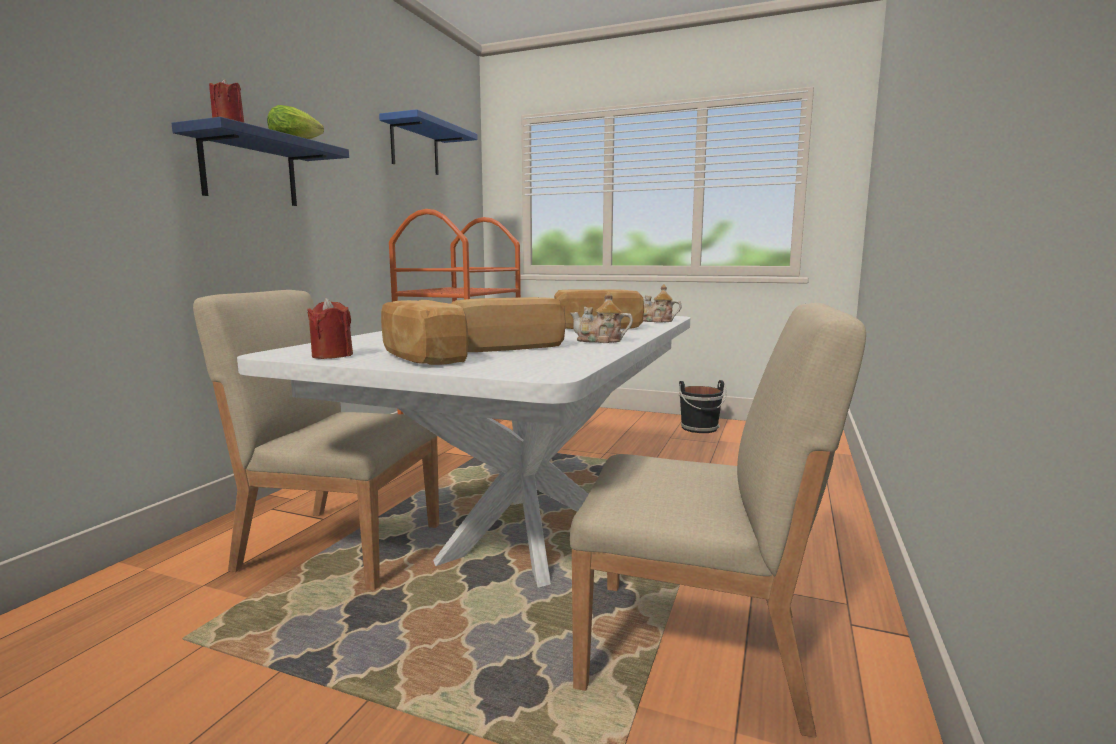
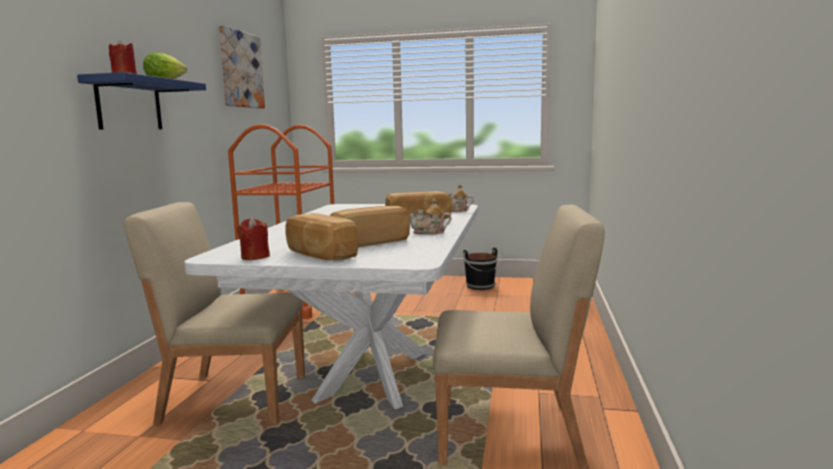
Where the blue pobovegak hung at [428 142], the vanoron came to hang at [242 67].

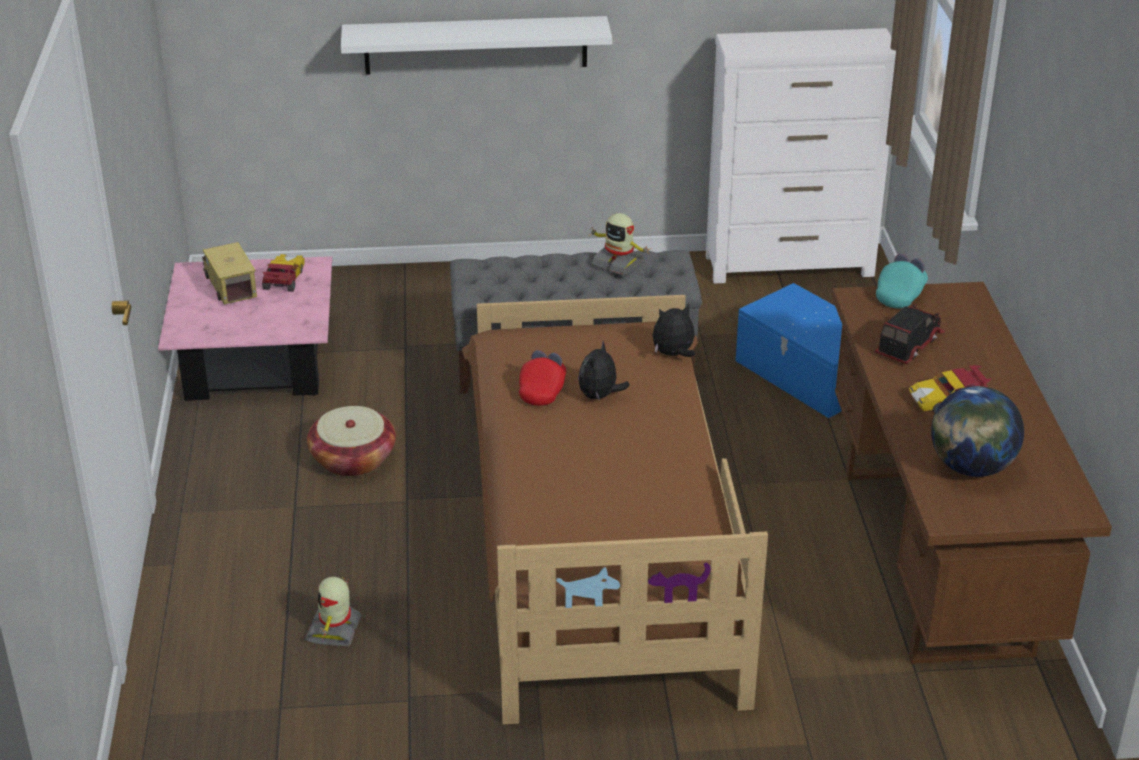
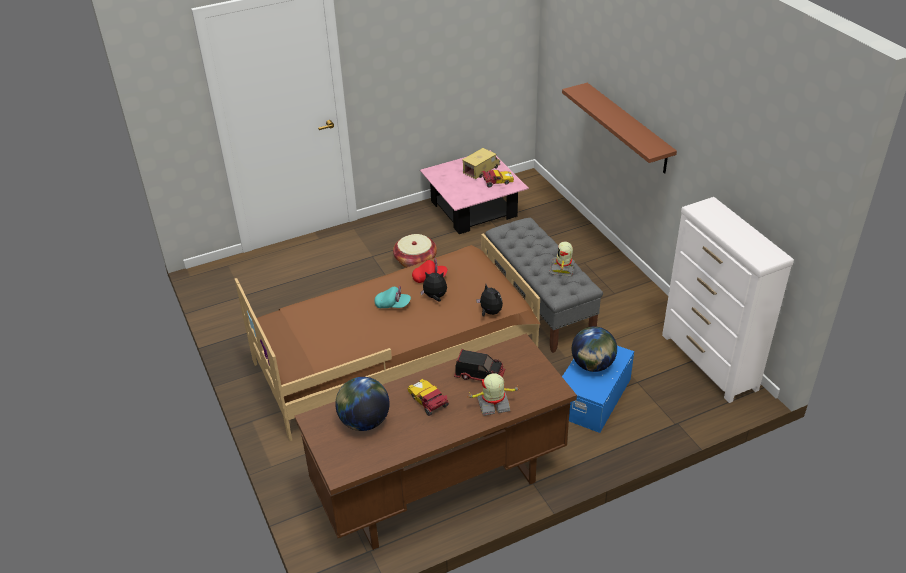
The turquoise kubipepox ended up elsewhere, having gone from [902 281] to [393 297].
The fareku ended up elsewhere, having gone from [333 611] to [494 394].
What was the white pobovegak at [476 45] turned into the brown pobovegak at [619 128].
The second view gained the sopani at [594 349].

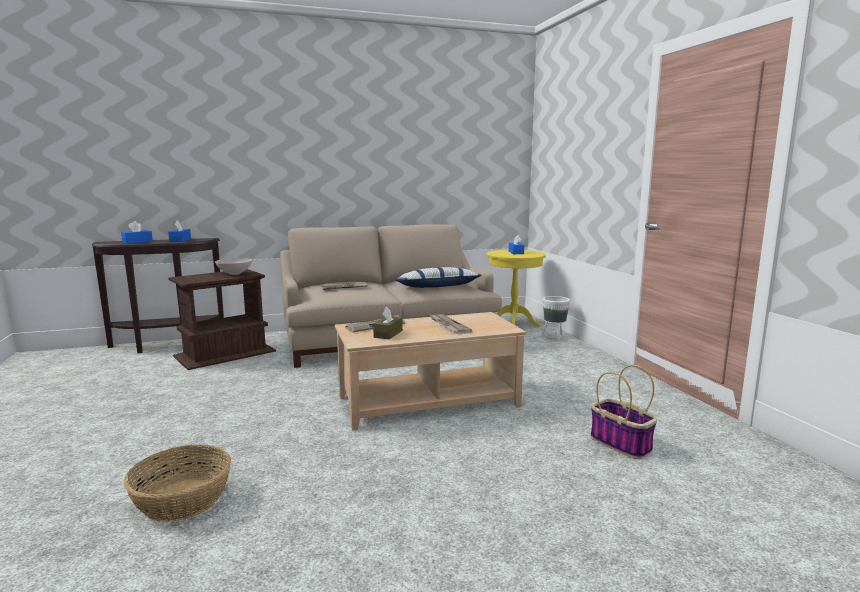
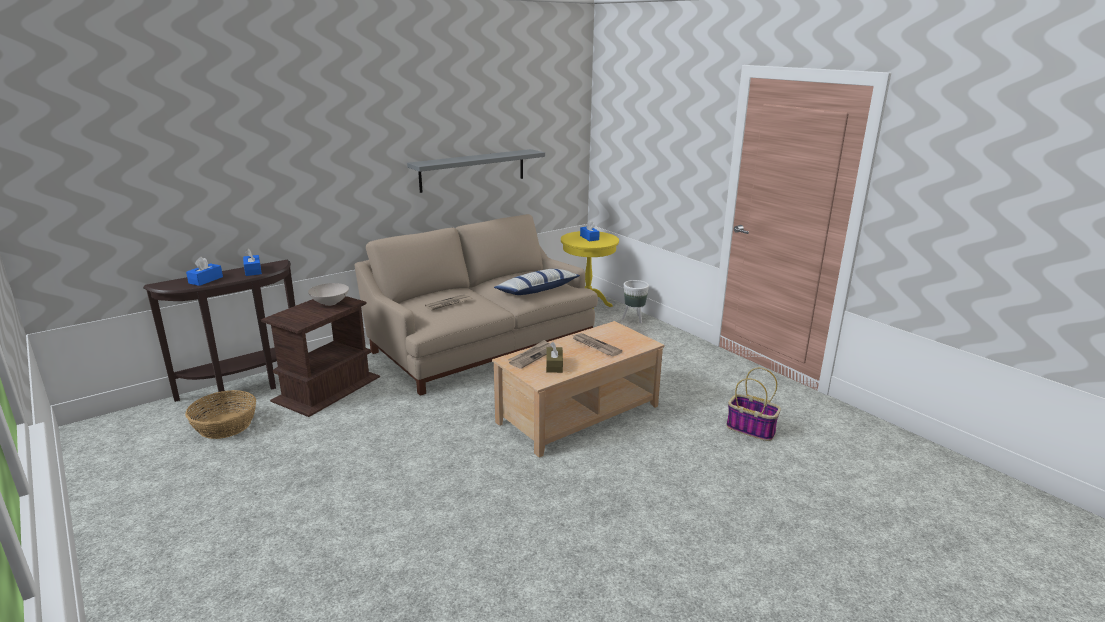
The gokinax ended up elsewhere, having gone from [177 483] to [220 414].
The second view gained the grey pobovegak at [476 171].

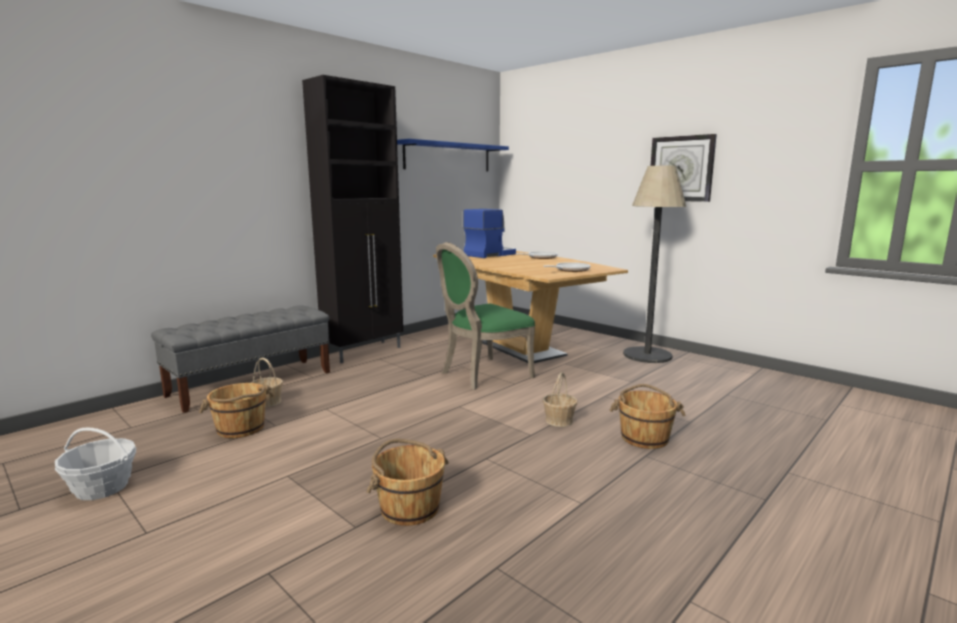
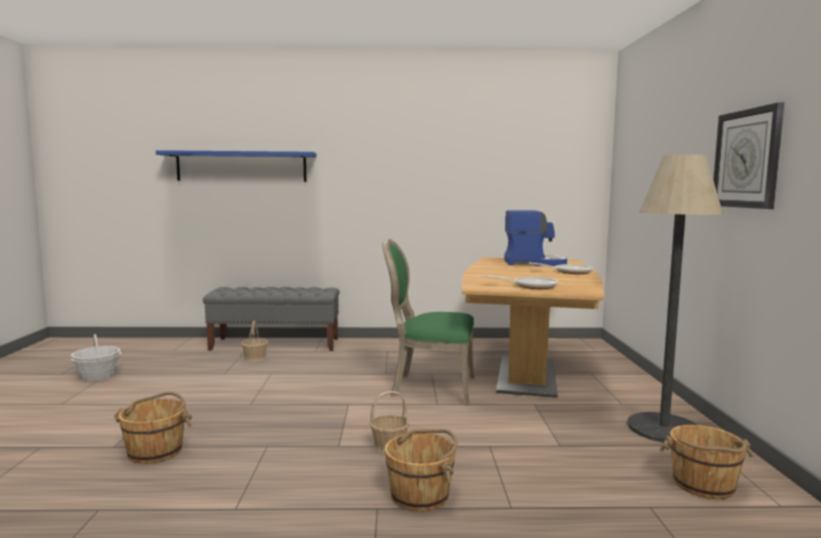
The blue pobovegak ended up elsewhere, having gone from [453 155] to [236 166].
The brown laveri ended up elsewhere, having gone from [236 410] to [706 462].
The second view lost the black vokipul at [352 219].

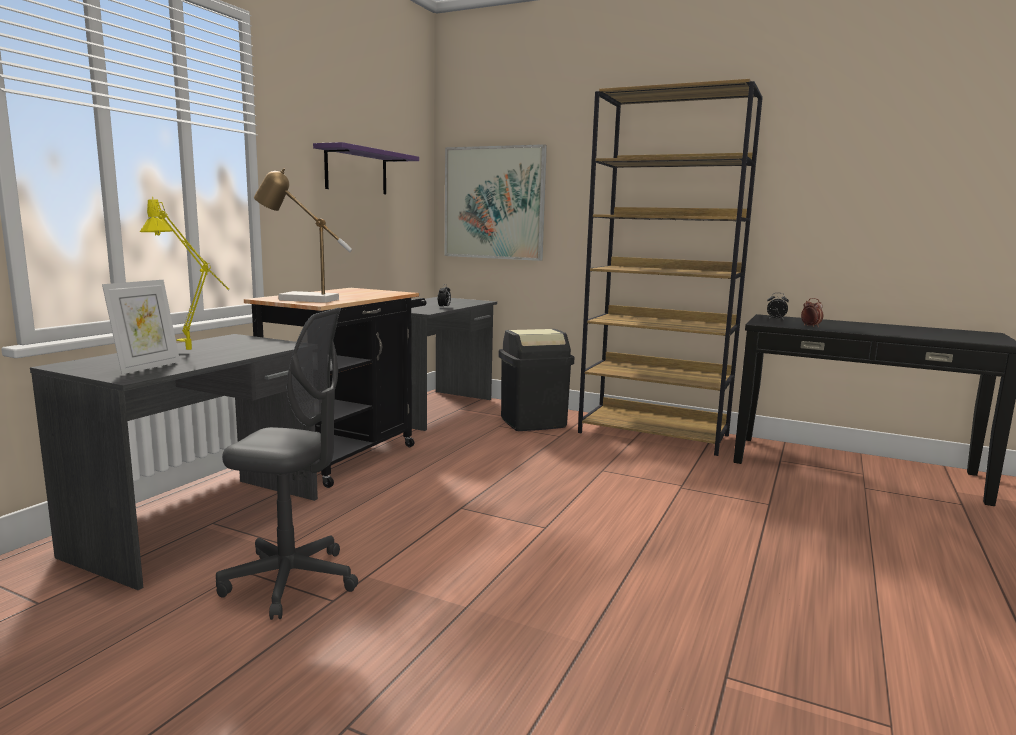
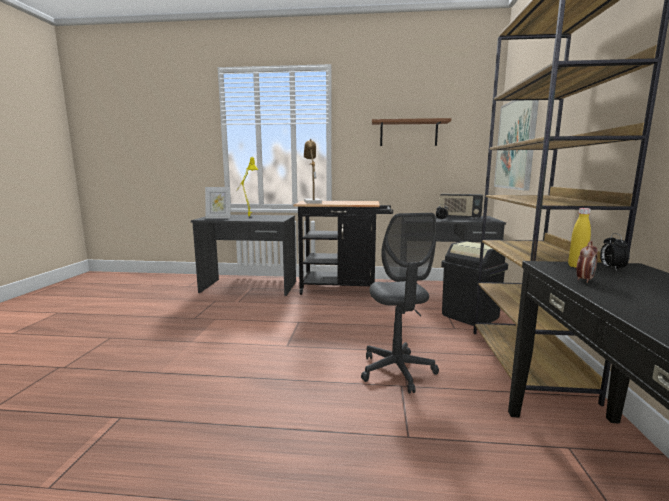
The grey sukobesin ended up elsewhere, having gone from [287 464] to [400 303].
What was the purple pobovegak at [366 168] turned into the brown pobovegak at [411 132].
The second view gained the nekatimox at [461 205].
The second view gained the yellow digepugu at [579 238].

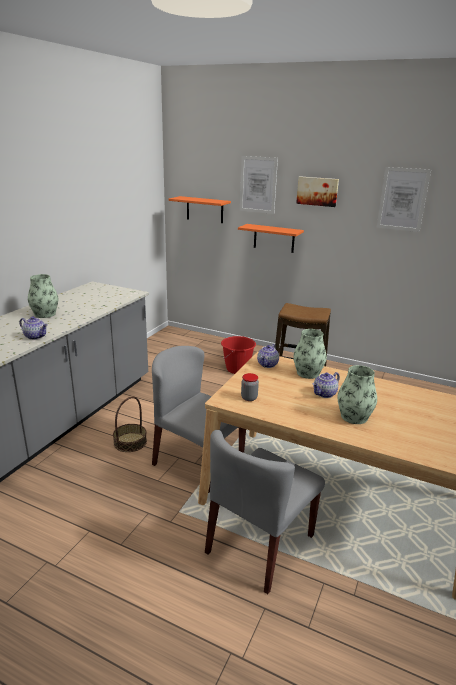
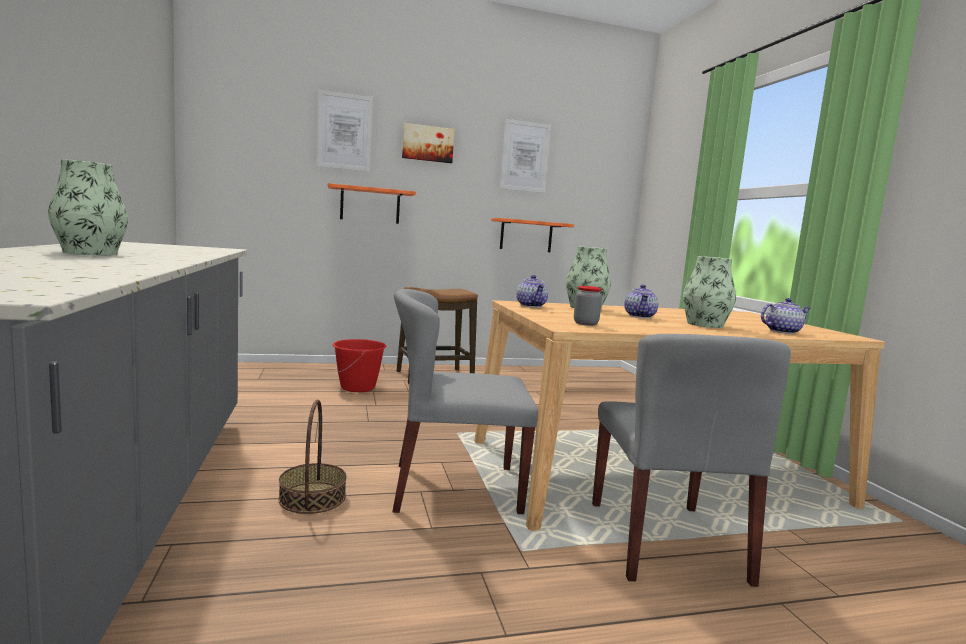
The orange pobovegak ended up elsewhere, having gone from [200 209] to [532 235].
The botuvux ended up elsewhere, having gone from [33 328] to [786 316].

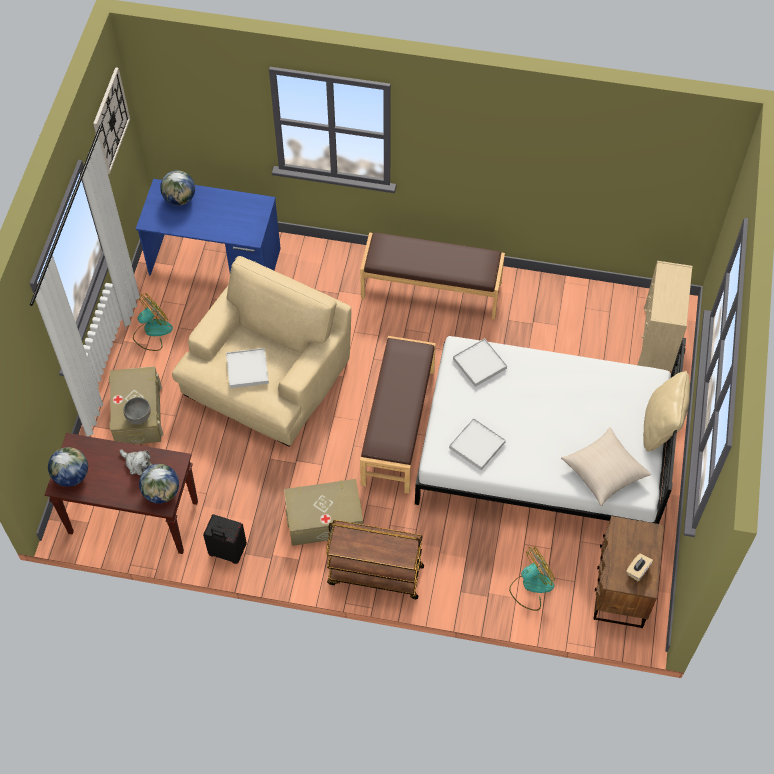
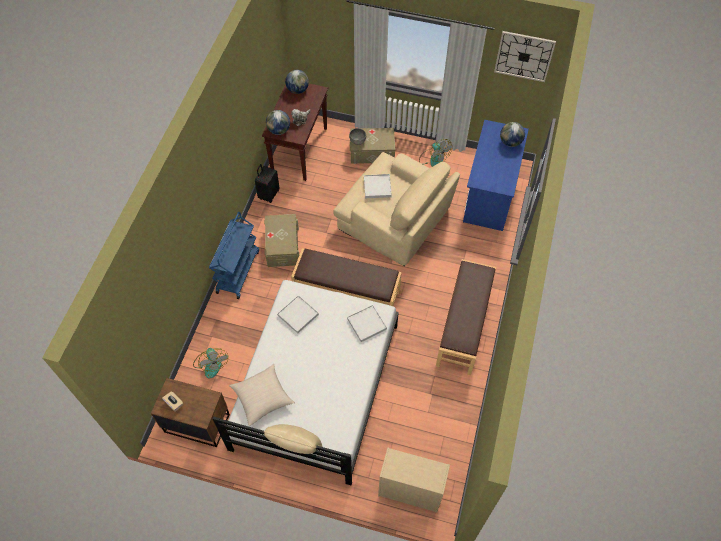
What was the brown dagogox at [375 559] turned into the blue dagogox at [234 255].

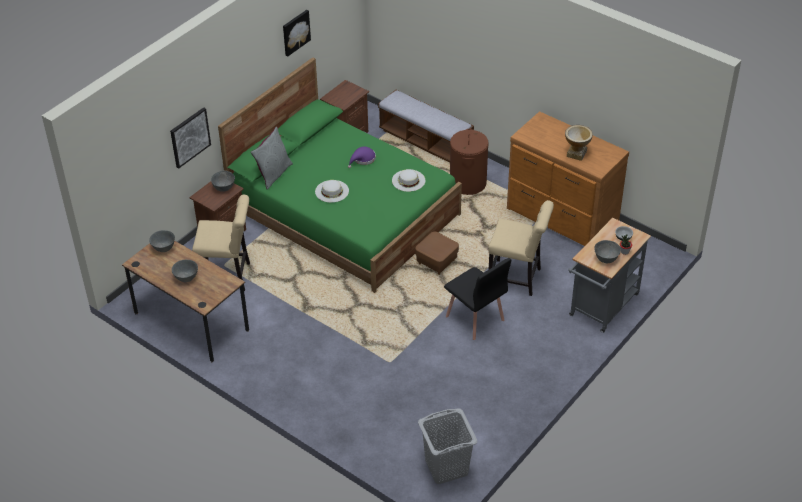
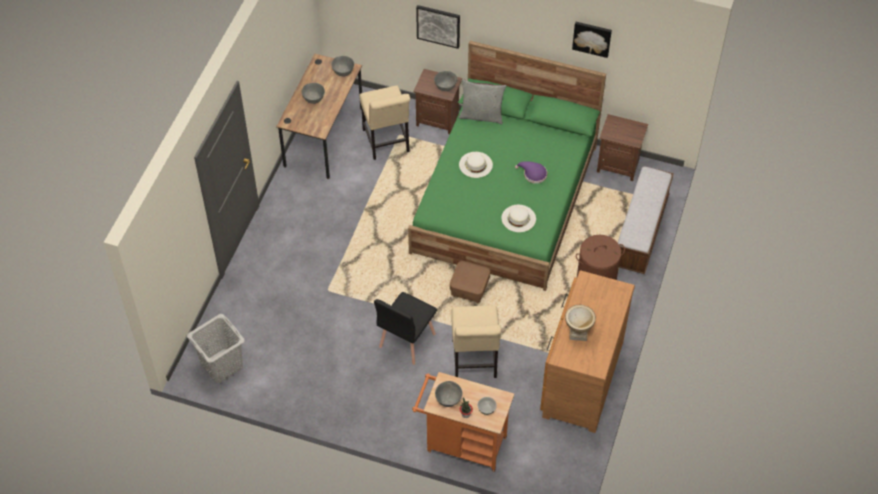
What was the grey dagogox at [609 275] turned into the orange dagogox at [463 422].

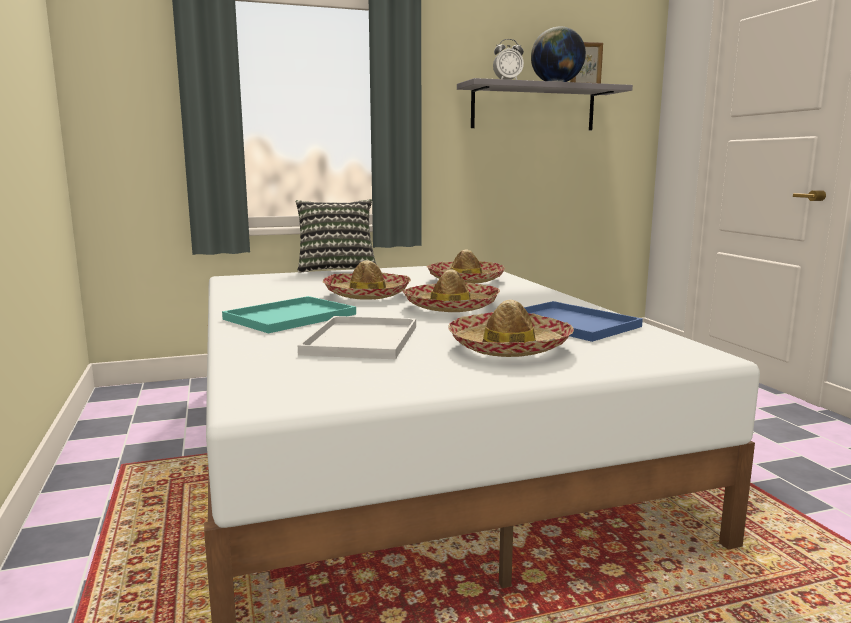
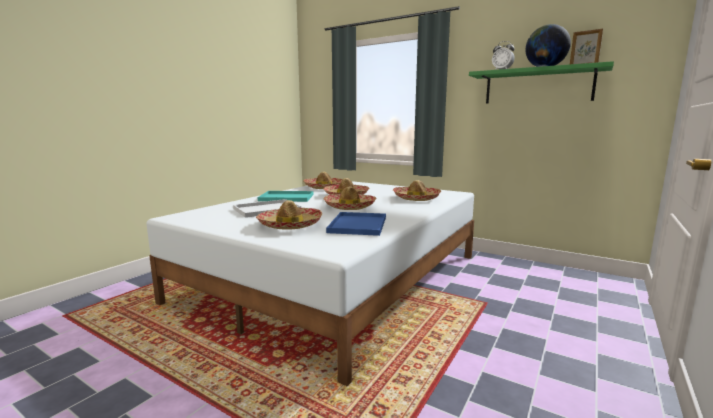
The second view gained the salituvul at [323 180].
What was the grey pobovegak at [545 104] turned into the green pobovegak at [541 82].
The second view lost the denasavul at [336 236].

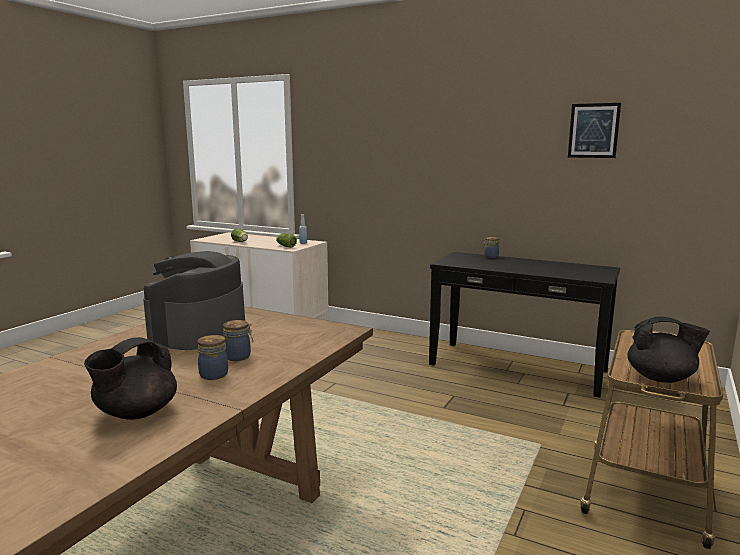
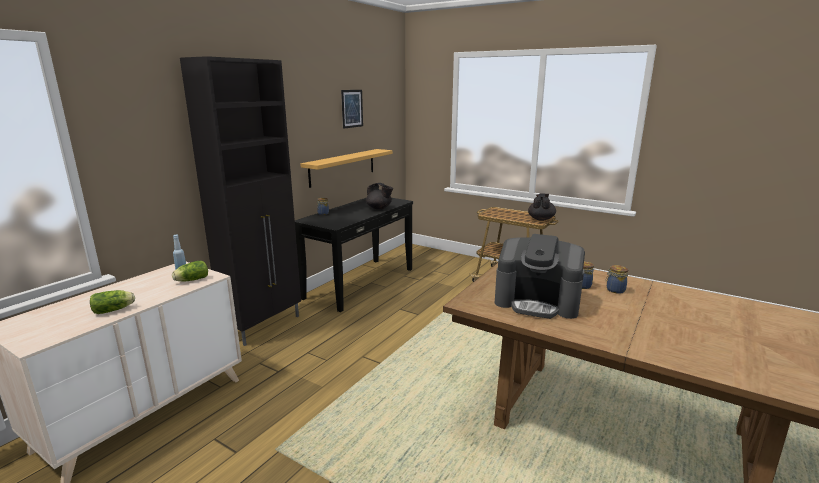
The second view gained the black vokipul at [240 201].
The second view gained the pobovegak at [346 168].
The black botuvux ended up elsewhere, having gone from [130 378] to [379 196].

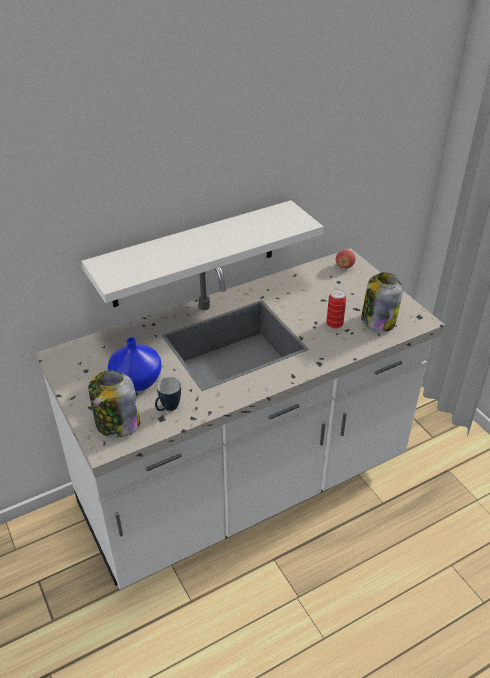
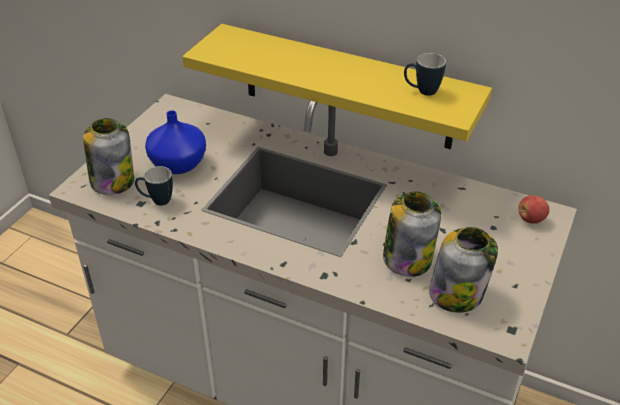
What was the white pobovegak at [202 253] turned into the yellow pobovegak at [337 86].
Where the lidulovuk stood at [336 309], the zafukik came to stand at [412 234].
The second view gained the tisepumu at [425 74].

